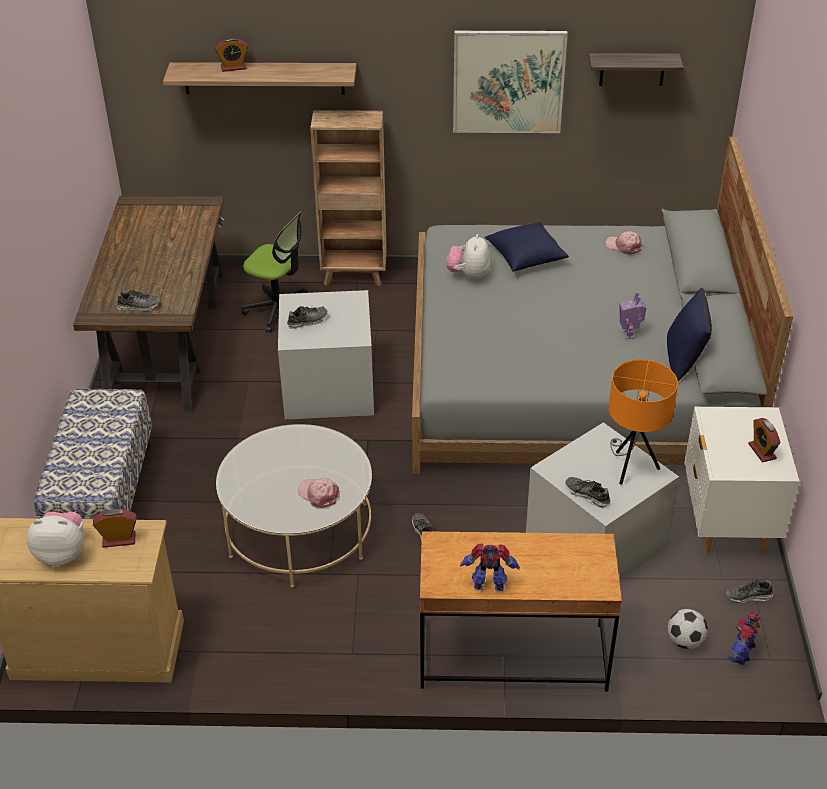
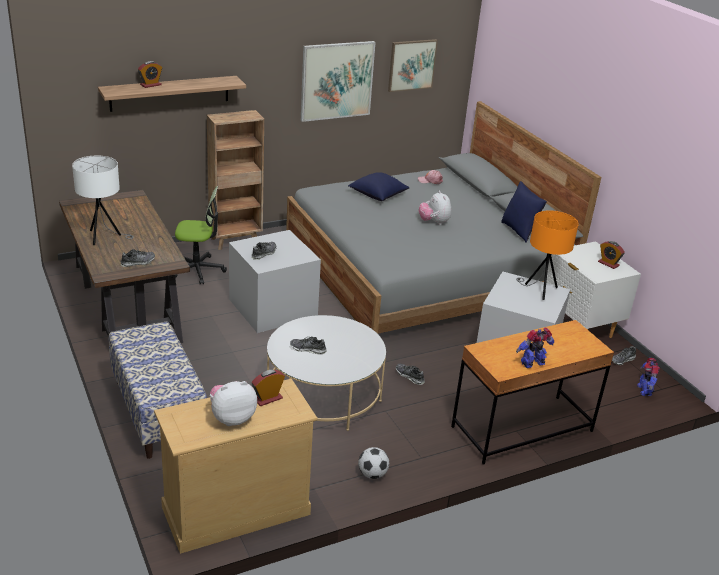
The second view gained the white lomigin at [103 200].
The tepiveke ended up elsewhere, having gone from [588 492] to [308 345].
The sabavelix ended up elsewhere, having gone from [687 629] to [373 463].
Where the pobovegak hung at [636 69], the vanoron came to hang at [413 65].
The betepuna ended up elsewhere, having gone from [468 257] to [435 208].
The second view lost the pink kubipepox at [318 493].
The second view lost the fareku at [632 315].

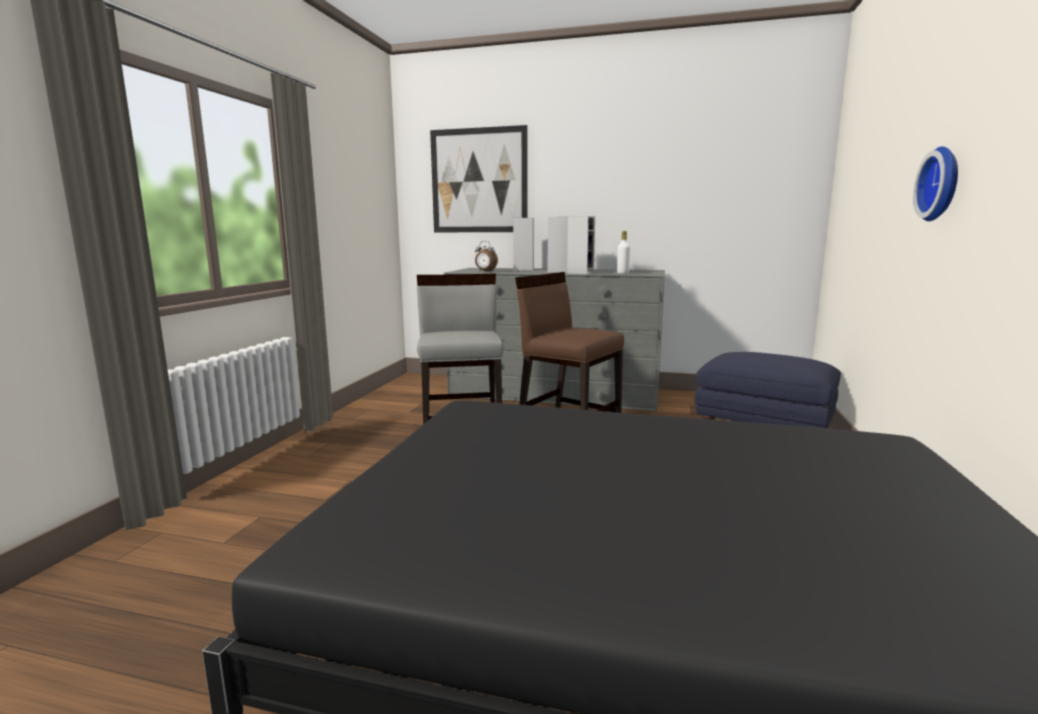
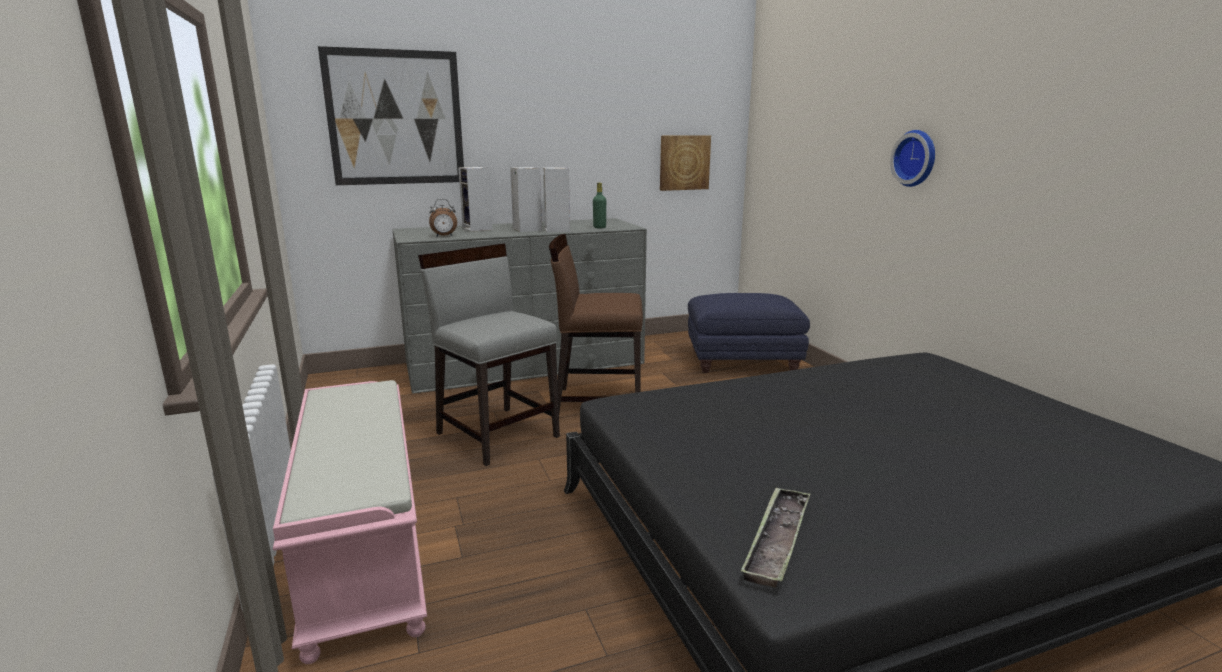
The second view gained the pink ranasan at [350 522].
What was the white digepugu at [623 252] turned into the green digepugu at [599 206].
The second view gained the vanoron at [685 163].
The second view gained the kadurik at [775 537].

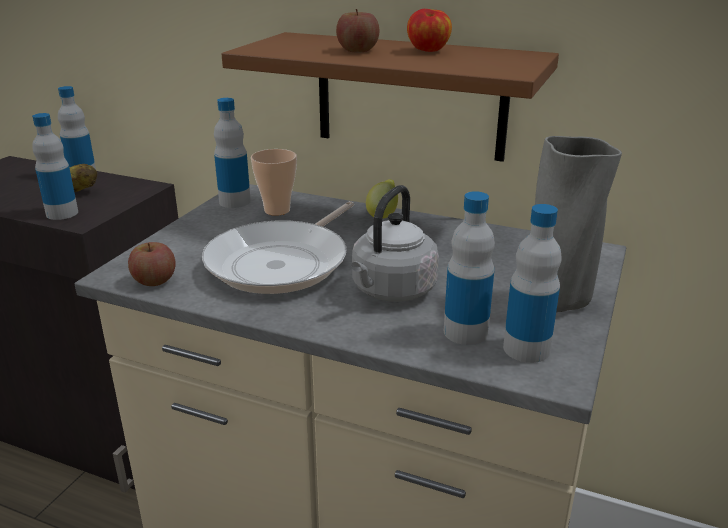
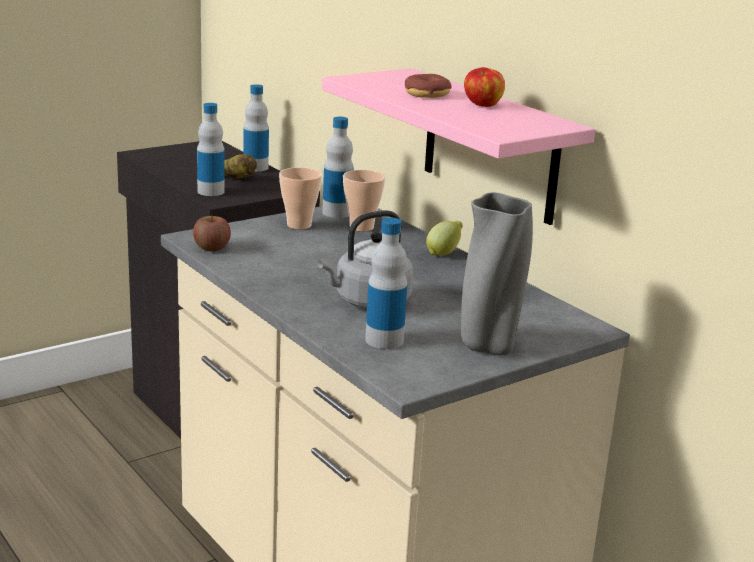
The second view gained the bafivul at [300 198].
What was the brown pobovegak at [390 97] turned into the pink pobovegak at [458 146].
Where the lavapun stood at [357 30], the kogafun came to stand at [428 86].
The second view lost the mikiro at [278 247].
The second view lost the digepugu at [532 283].

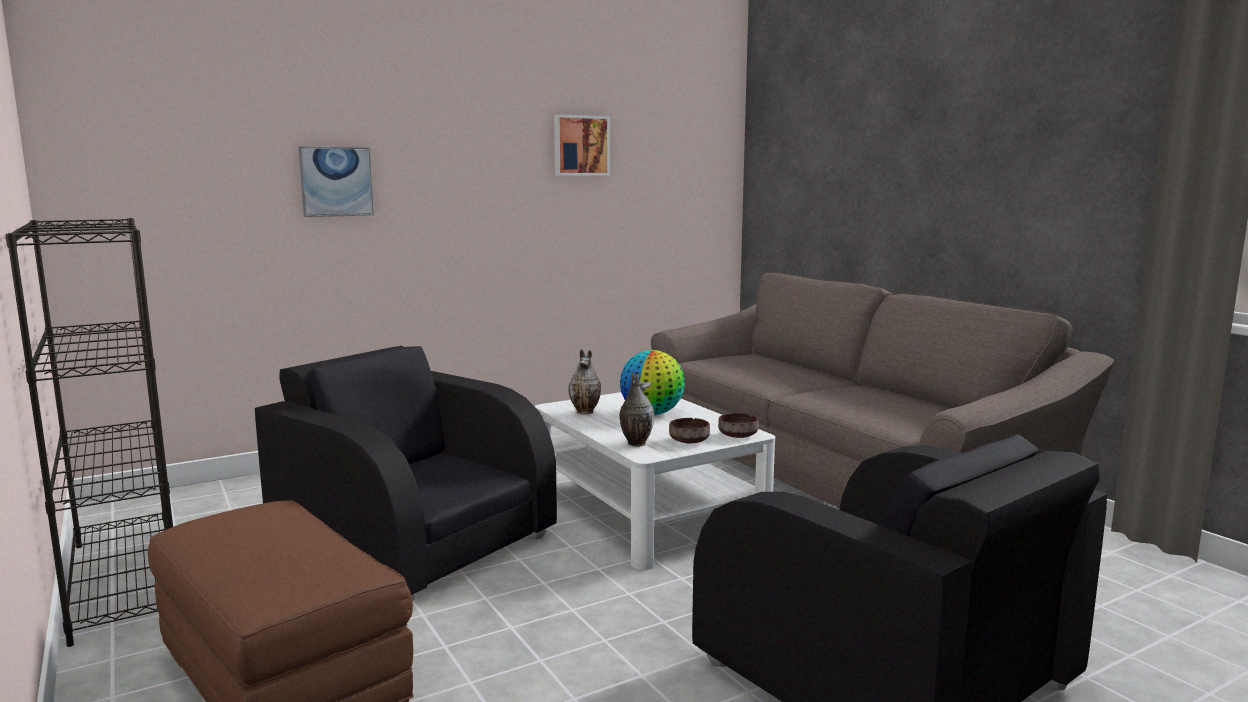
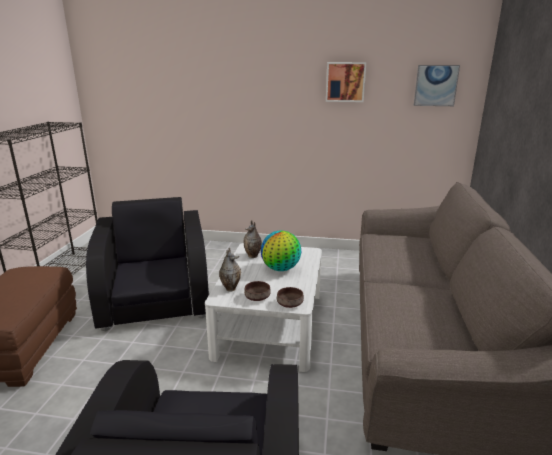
The vanoron ended up elsewhere, having gone from [336 181] to [437 85].

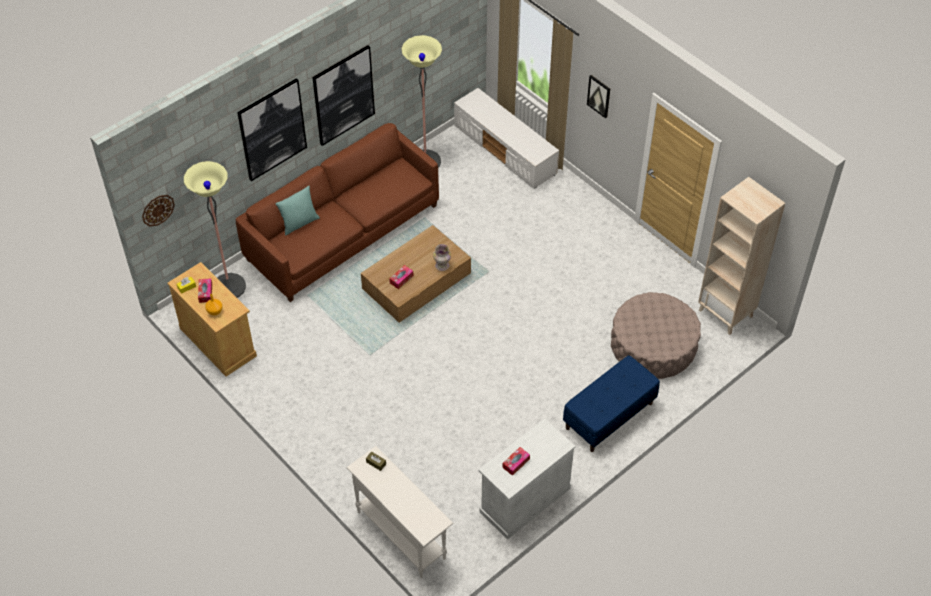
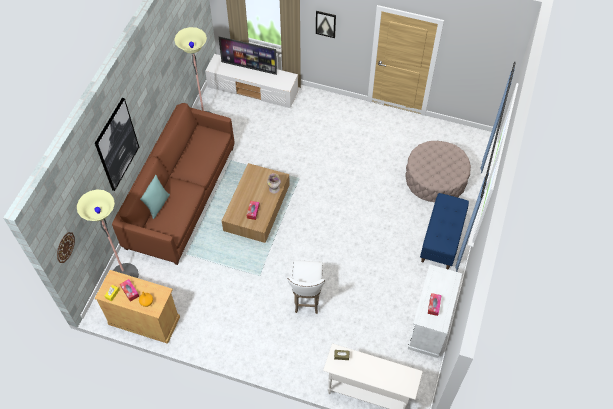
The second view gained the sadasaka at [248 56].
The second view gained the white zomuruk at [306 287].
The second view lost the vanoron at [343 95].
The second view lost the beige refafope at [741 256].

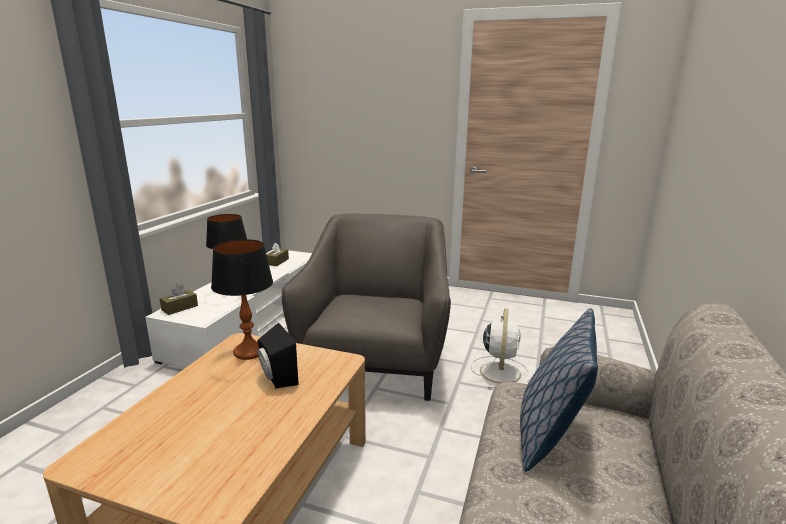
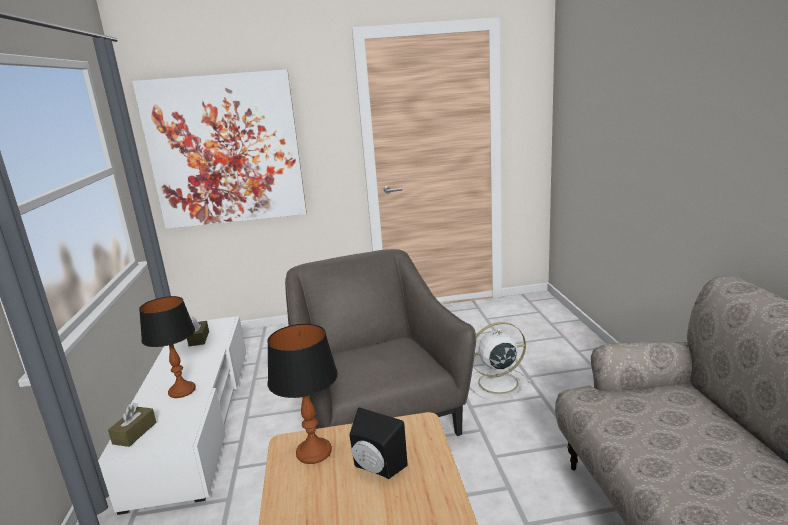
The second view gained the vanoron at [219 149].
The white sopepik at [500 348] ended up facing another way, 90 degrees counterclockwise from before.
The second view lost the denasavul at [559 390].

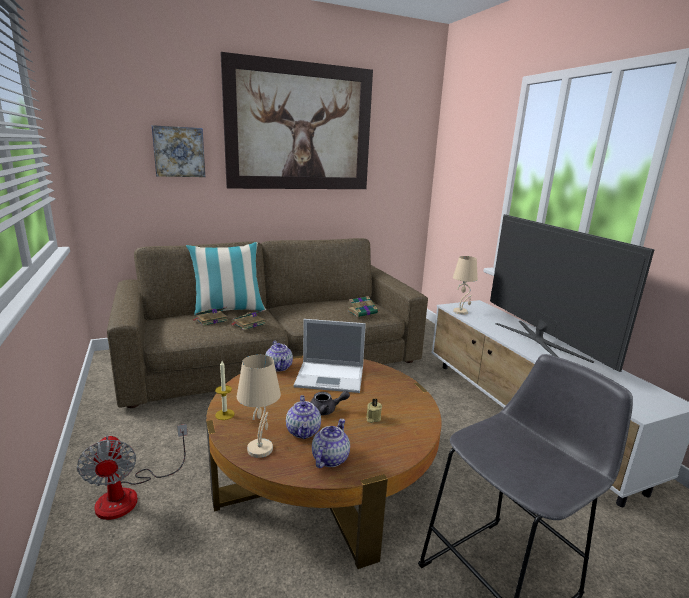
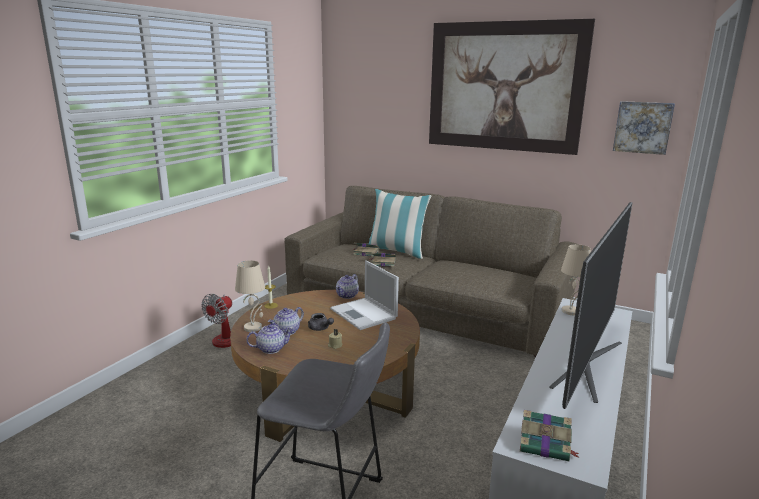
The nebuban ended up elsewhere, having gone from [363 306] to [550 435].
The vanoron ended up elsewhere, having gone from [178 151] to [644 128].

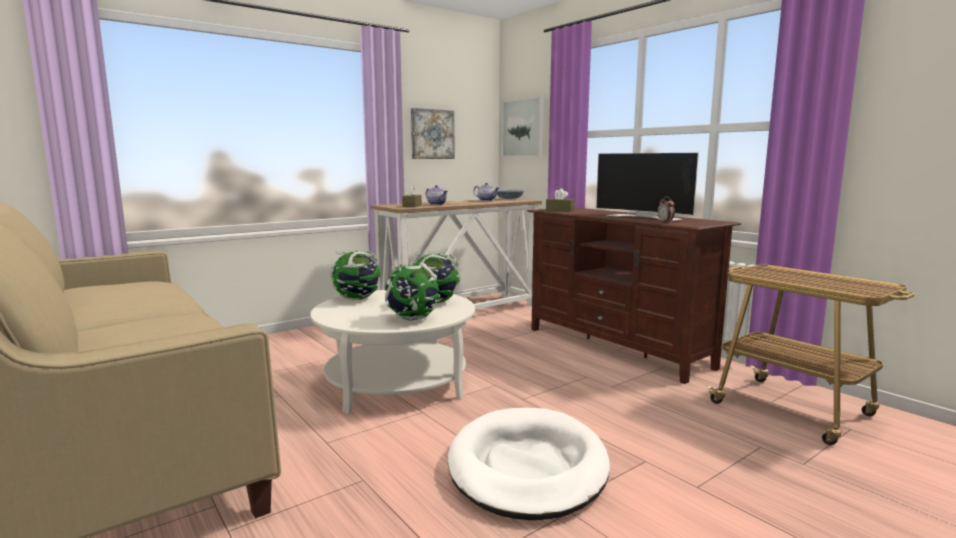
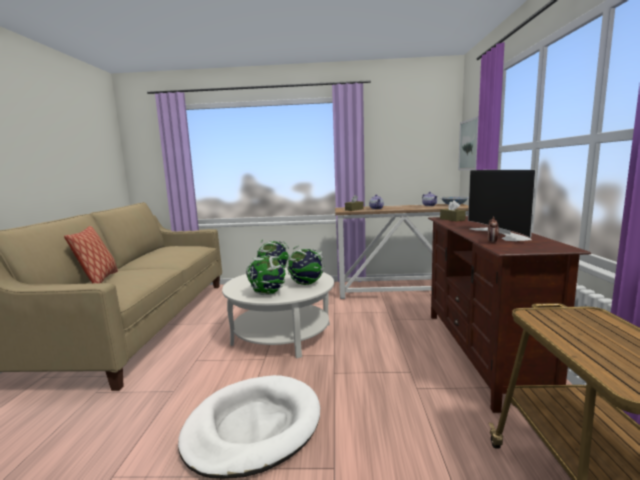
The second view gained the denasavul at [91 254].
The second view lost the vanoron at [433 133].

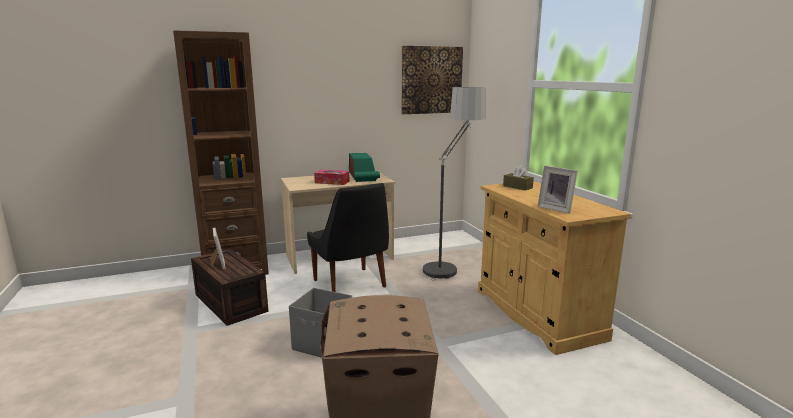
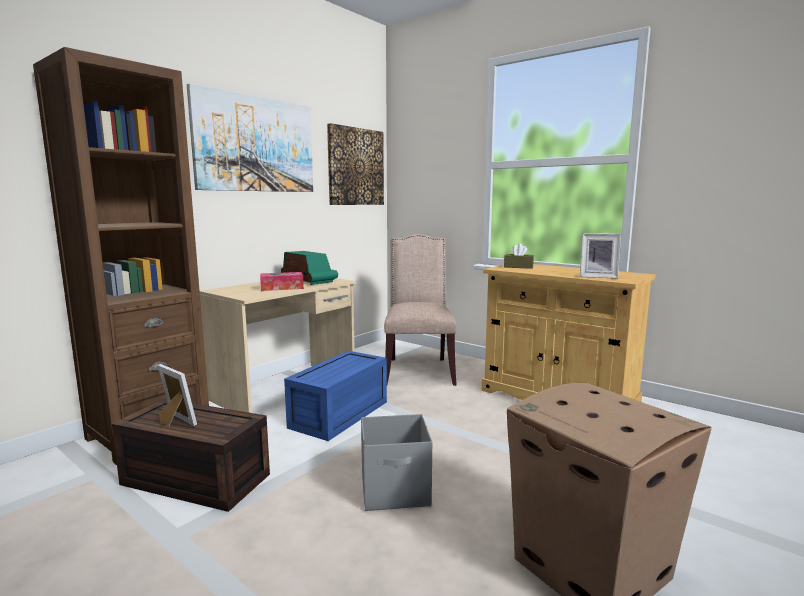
The second view gained the vanoron at [250 137].
Where the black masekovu stood at [348 237], the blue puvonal came to stand at [335 396].
Where the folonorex stood at [453 184], the beige masekovu came to stand at [420 310].

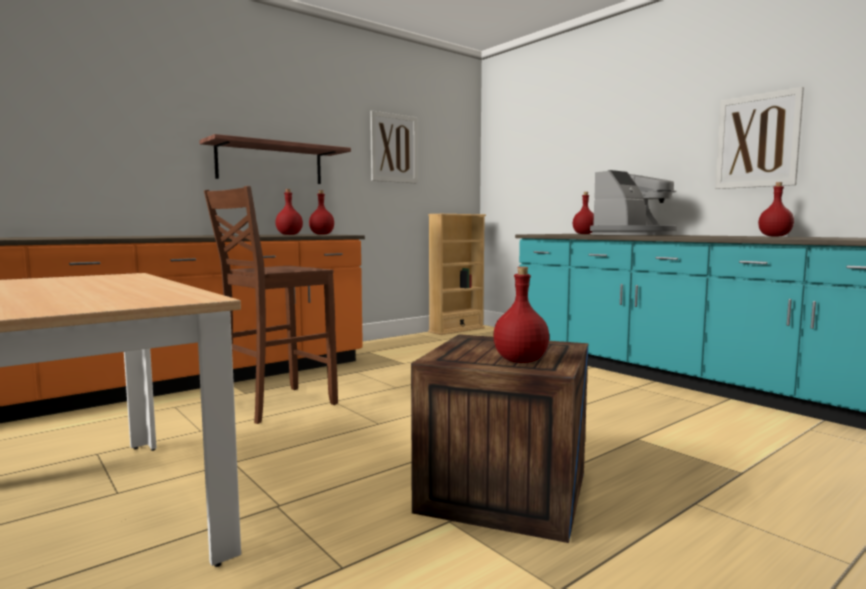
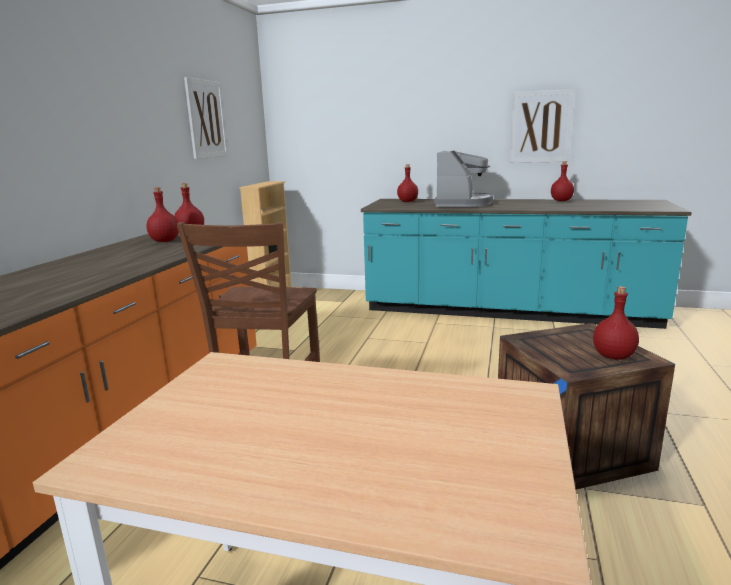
The second view lost the pobovegak at [275 159].

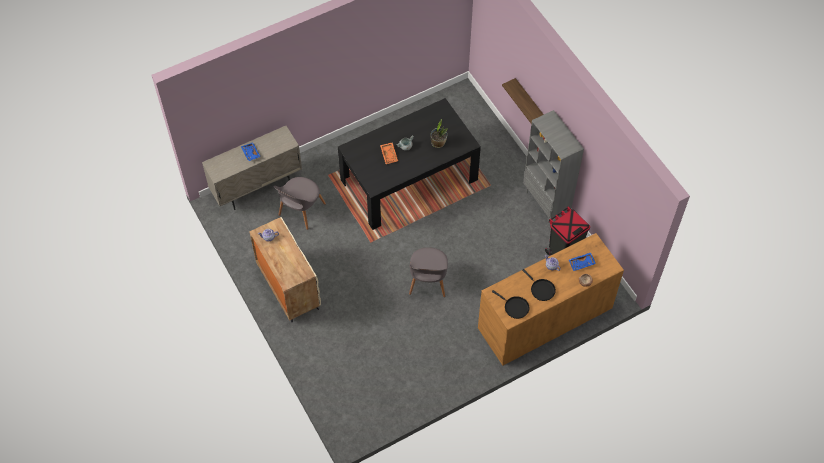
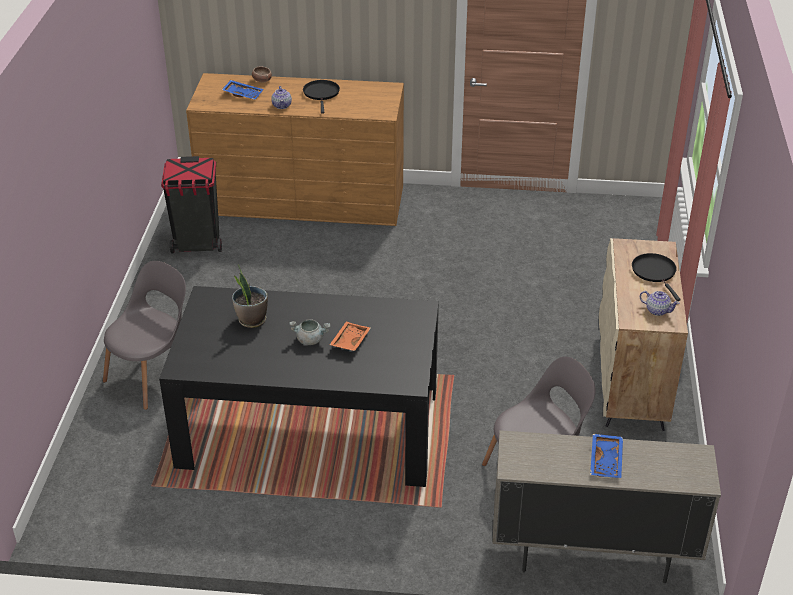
The grey masekovu ended up elsewhere, having gone from [428 272] to [144 335].
The black mikiro ended up elsewhere, having gone from [511 304] to [656 277].
The second view lost the pobovegak at [523 101].
The second view lost the grey refafope at [553 166].

